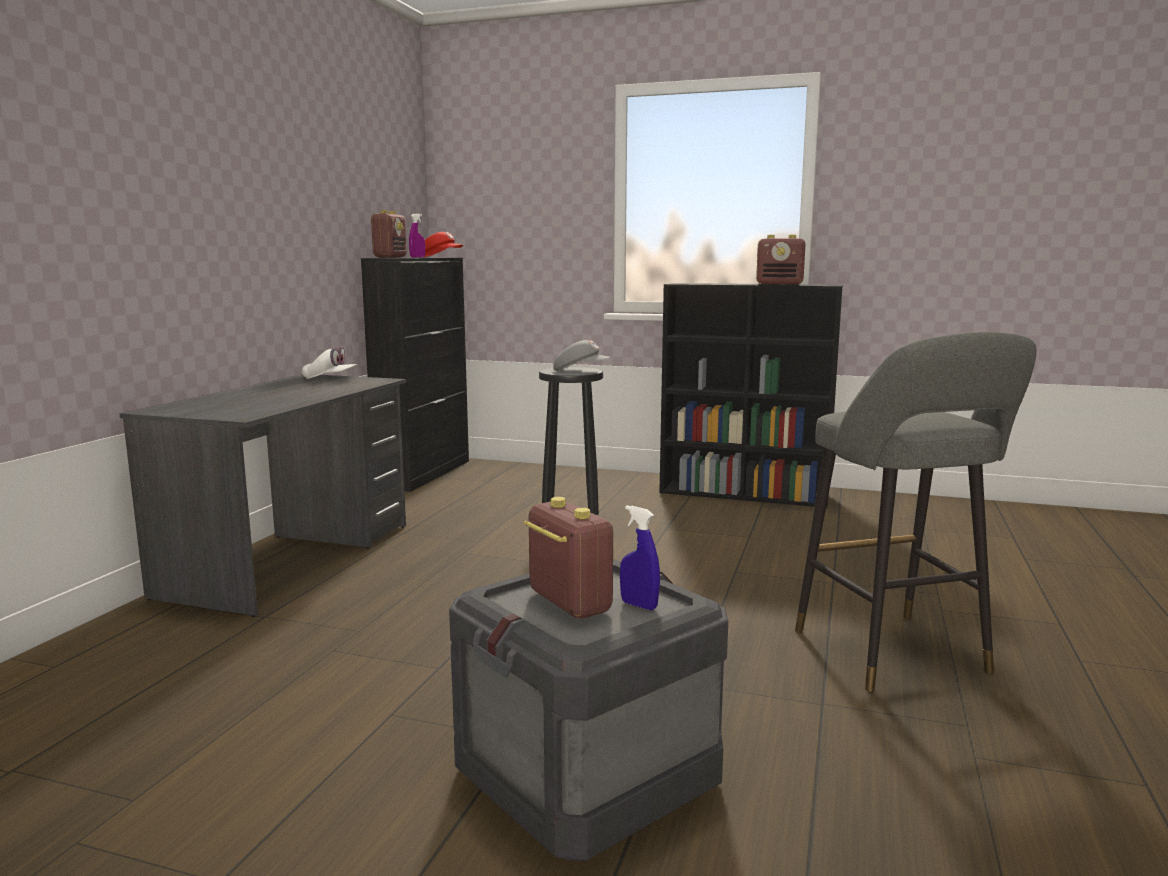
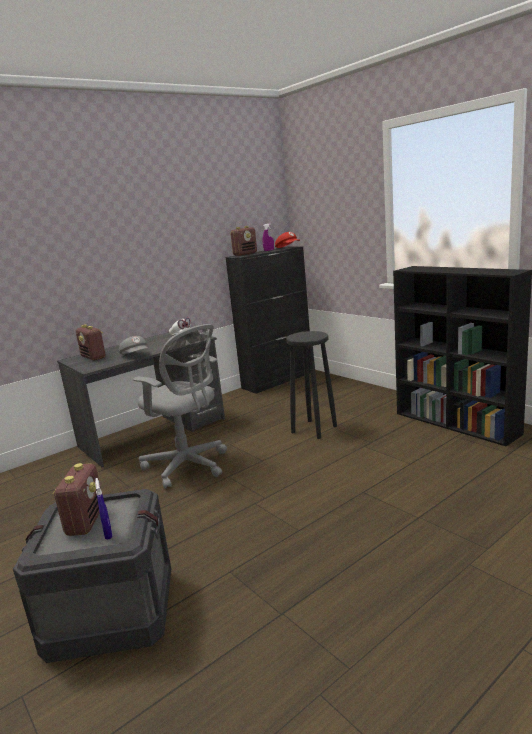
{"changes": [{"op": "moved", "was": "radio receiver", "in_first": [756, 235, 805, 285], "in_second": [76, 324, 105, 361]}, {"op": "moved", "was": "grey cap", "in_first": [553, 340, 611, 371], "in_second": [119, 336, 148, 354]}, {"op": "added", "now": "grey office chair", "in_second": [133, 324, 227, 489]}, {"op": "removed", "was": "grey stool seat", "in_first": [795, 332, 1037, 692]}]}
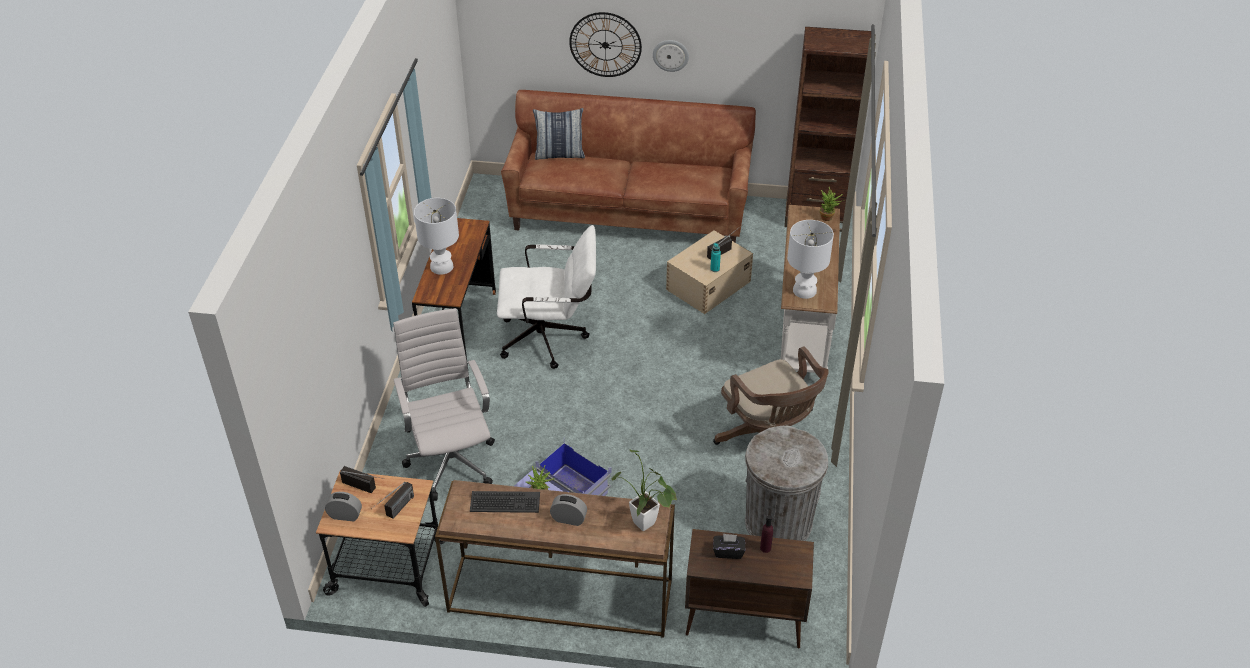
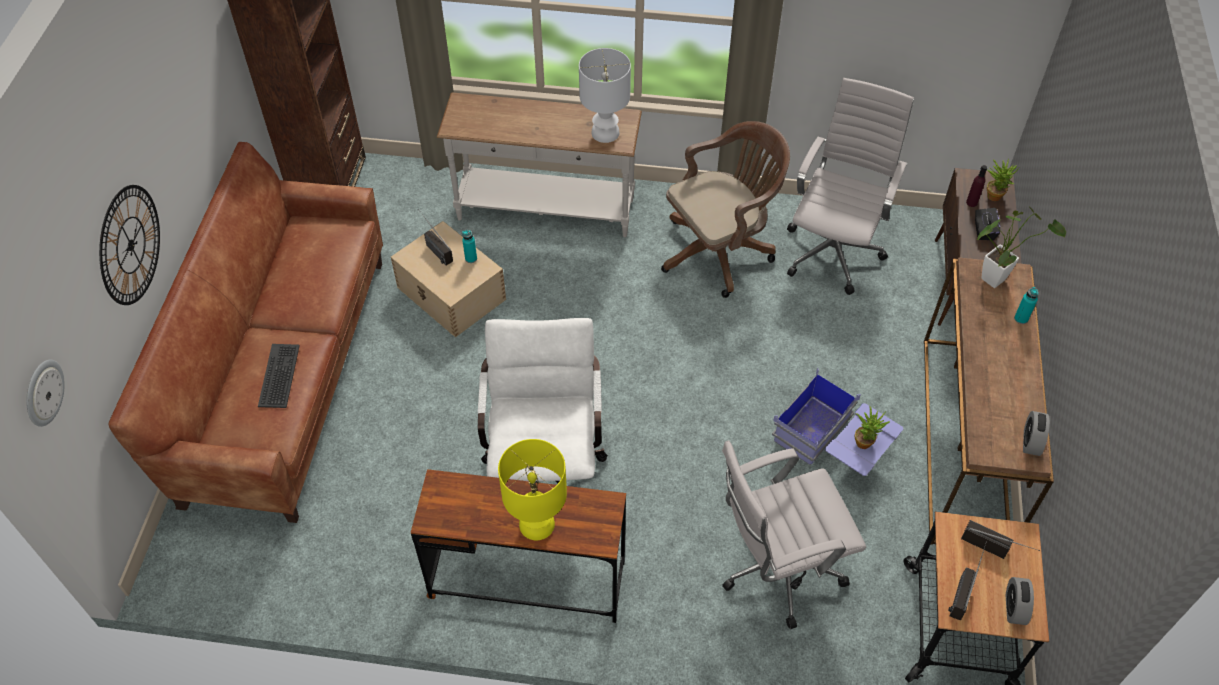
{"changes": [{"op": "moved", "was": "clock on the wall", "in_first": [653, 40, 689, 72], "in_second": [26, 360, 65, 427]}, {"op": "moved", "was": "computer keyboard", "in_first": [470, 491, 540, 513], "in_second": [258, 344, 300, 408]}, {"op": "recoloured", "was": "white lamp for a table", "now": "yellow lamp for a table", "in_first": [414, 198, 459, 275], "in_second": [498, 439, 567, 540]}, {"op": "replaced", "was": "grey waste bin", "now": "white office chair", "in_first": [745, 426, 828, 541], "in_second": [787, 78, 914, 295]}, {"op": "moved", "was": "potted plant", "in_first": [820, 187, 842, 221], "in_second": [987, 159, 1019, 201]}, {"op": "added", "now": "turquoise beverage bottle", "in_second": [1014, 287, 1039, 324]}, {"op": "moved", "was": "bedside clock", "in_first": [550, 494, 587, 526], "in_second": [1023, 411, 1050, 456]}, {"op": "removed", "was": "throw pillow", "in_first": [533, 108, 585, 160]}]}
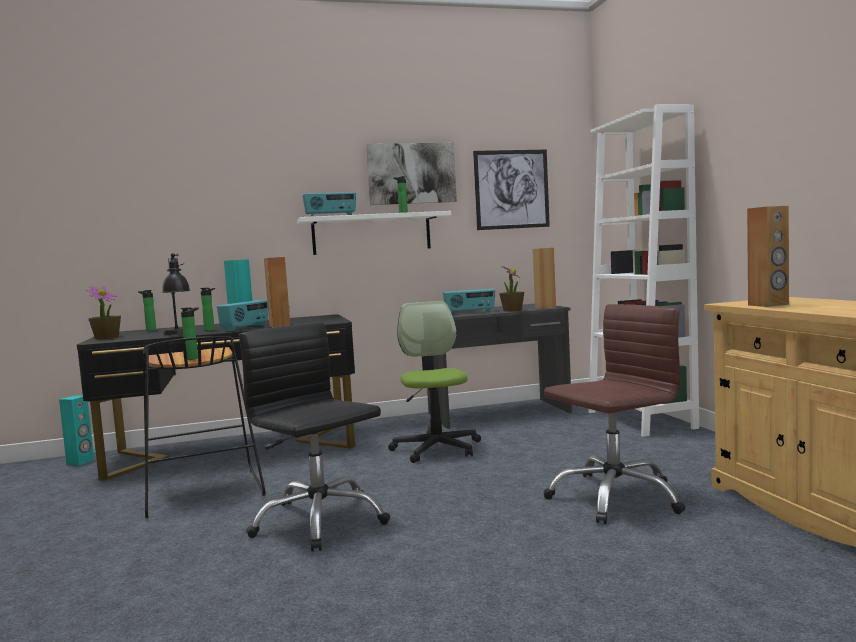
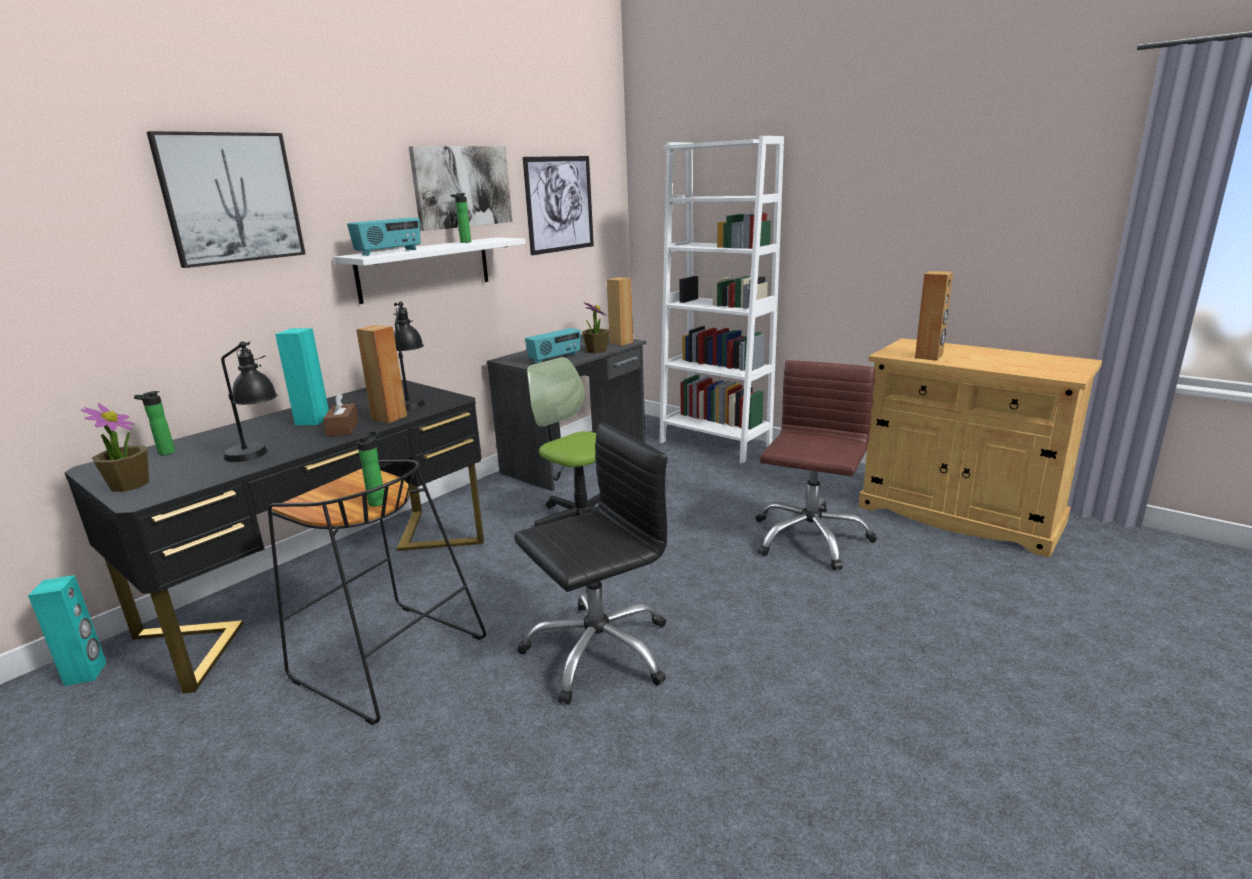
{"changes": [{"op": "added", "now": "picture", "in_second": [147, 131, 305, 268]}, {"op": "replaced", "was": "radio receiver", "now": "brownish tissue holder", "in_first": [217, 300, 268, 331], "in_second": [323, 393, 358, 437]}, {"op": "added", "now": "black-coloured lamp for a table", "in_second": [394, 302, 425, 410]}, {"op": "turned", "was": "black-coloured office chair", "in_first": [239, 322, 390, 552], "in_second": [514, 422, 667, 705], "clockwise": 135}, {"op": "removed", "was": "beverage bottle", "in_first": [200, 288, 215, 331]}]}
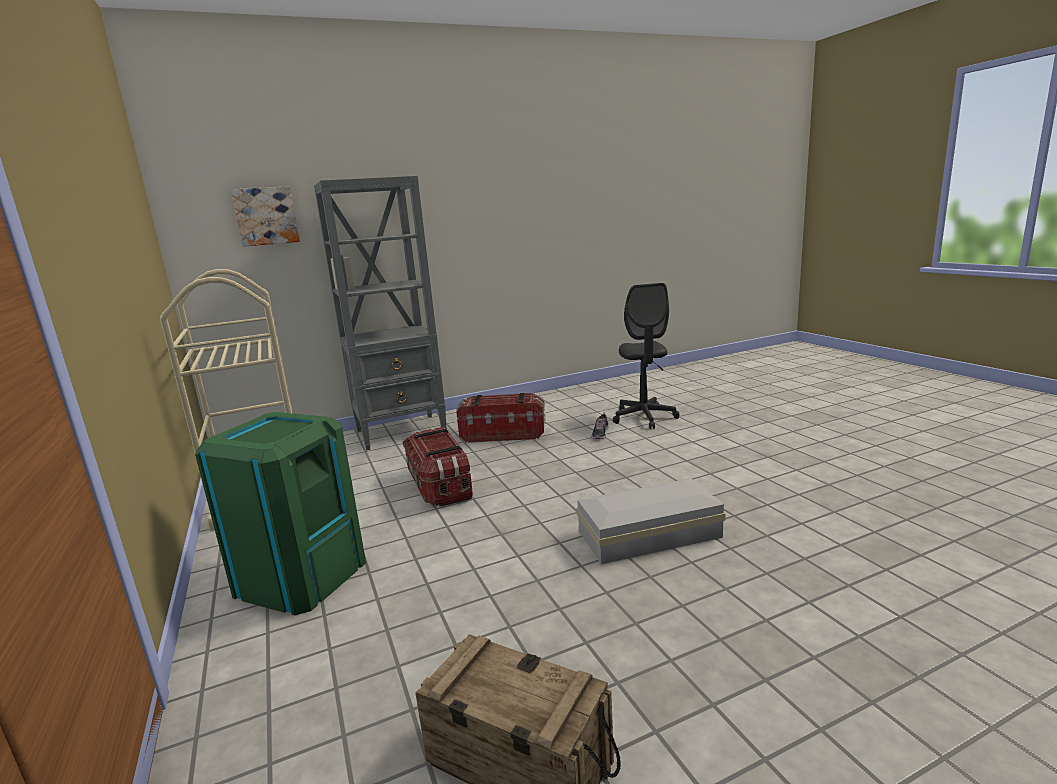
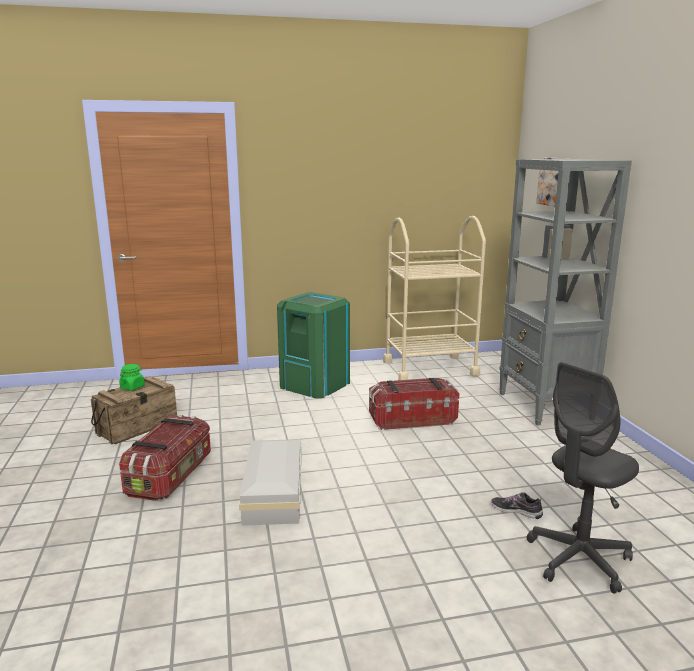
{"changes": [{"op": "added", "now": "greenish storage jar", "in_second": [119, 364, 145, 391]}, {"op": "moved", "was": "storage box", "in_first": [456, 393, 546, 443], "in_second": [119, 415, 211, 501]}, {"op": "turned", "was": "grey office chair", "in_first": [613, 283, 680, 429], "in_second": [527, 362, 639, 594], "clockwise": -45}]}
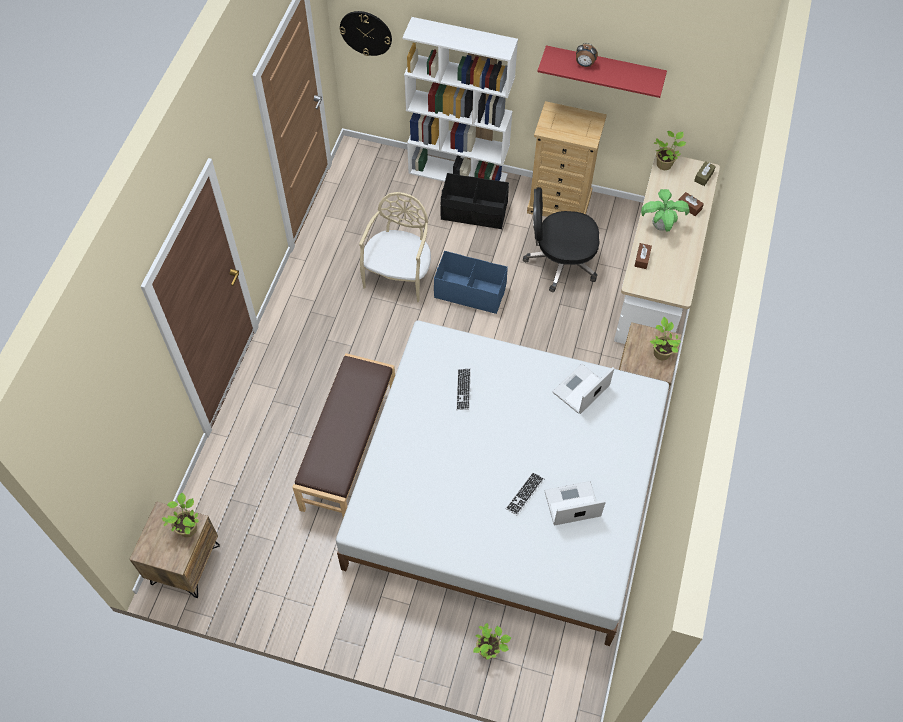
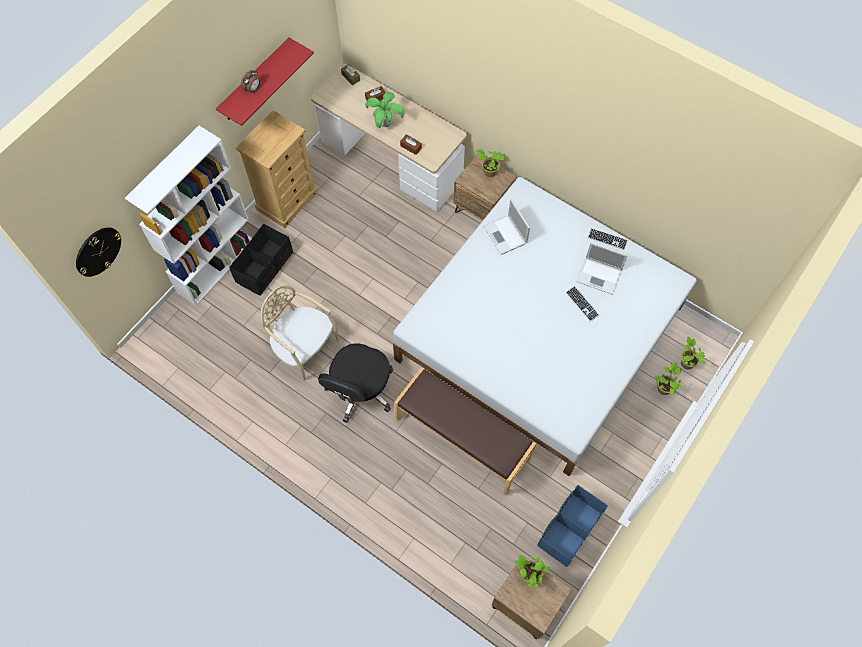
{"changes": [{"op": "moved", "was": "black-coloured office chair", "in_first": [523, 187, 599, 292], "in_second": [318, 344, 393, 423]}, {"op": "moved", "was": "blue storage box", "in_first": [434, 251, 508, 314], "in_second": [537, 485, 608, 567]}, {"op": "turned", "was": "laptop", "in_first": [544, 481, 606, 526], "in_second": [576, 242, 628, 295], "clockwise": -75}, {"op": "moved", "was": "computer keyboard", "in_first": [456, 369, 471, 410], "in_second": [588, 228, 628, 250]}, {"op": "moved", "was": "potted plant", "in_first": [654, 131, 686, 170], "in_second": [681, 336, 705, 370]}]}
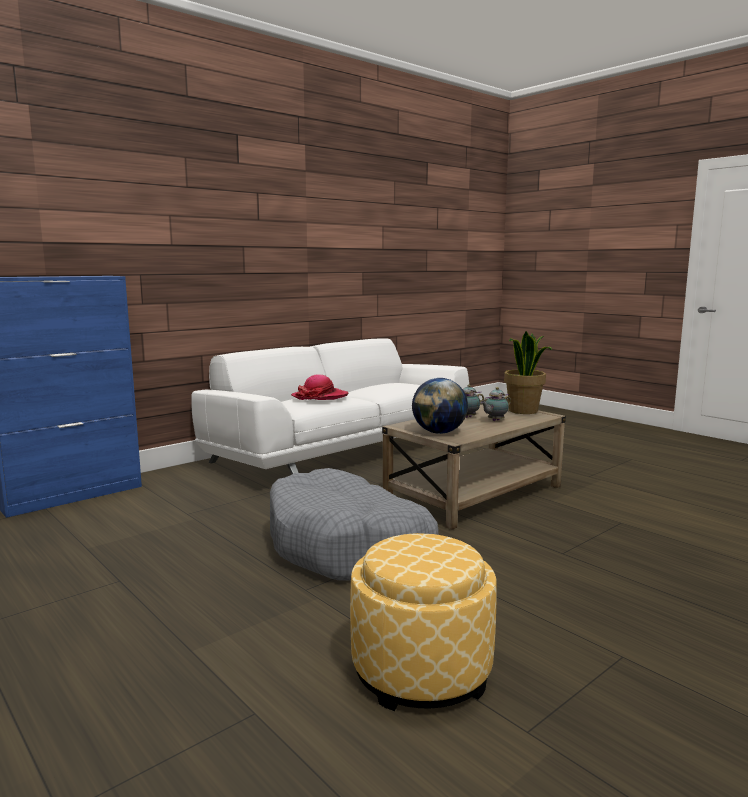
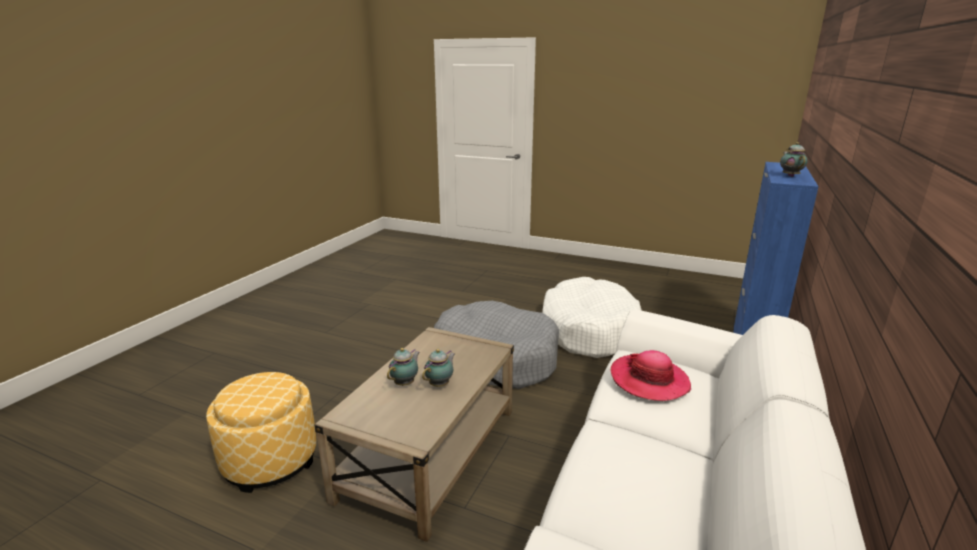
{"changes": [{"op": "moved", "was": "pouffe", "in_first": [350, 533, 497, 711], "in_second": [206, 372, 316, 493]}, {"op": "added", "now": "white dog bed", "in_second": [542, 277, 641, 358]}, {"op": "added", "now": "tea pot", "in_second": [780, 142, 808, 177]}, {"op": "removed", "was": "globe", "in_first": [412, 378, 468, 434]}, {"op": "removed", "was": "potted plant", "in_first": [504, 331, 552, 414]}]}
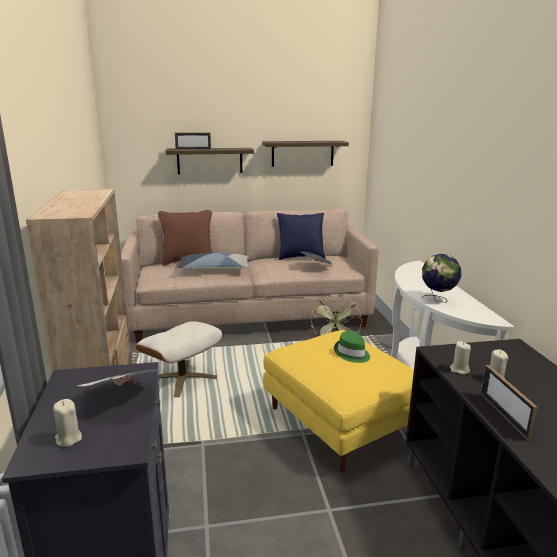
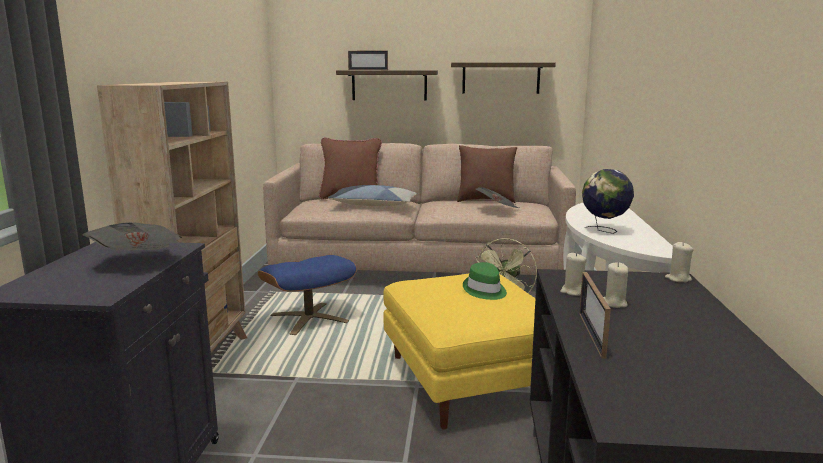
{"changes": [{"op": "recoloured", "was": "beige pouffe", "now": "blue pouffe", "in_first": [135, 321, 222, 397], "in_second": [258, 255, 357, 335]}, {"op": "recoloured", "was": "blue throw pillow", "now": "brownish throw pillow", "in_first": [277, 213, 326, 260], "in_second": [457, 145, 517, 203]}, {"op": "moved", "was": "beige wax light", "in_first": [53, 399, 82, 447], "in_second": [665, 242, 693, 282]}]}
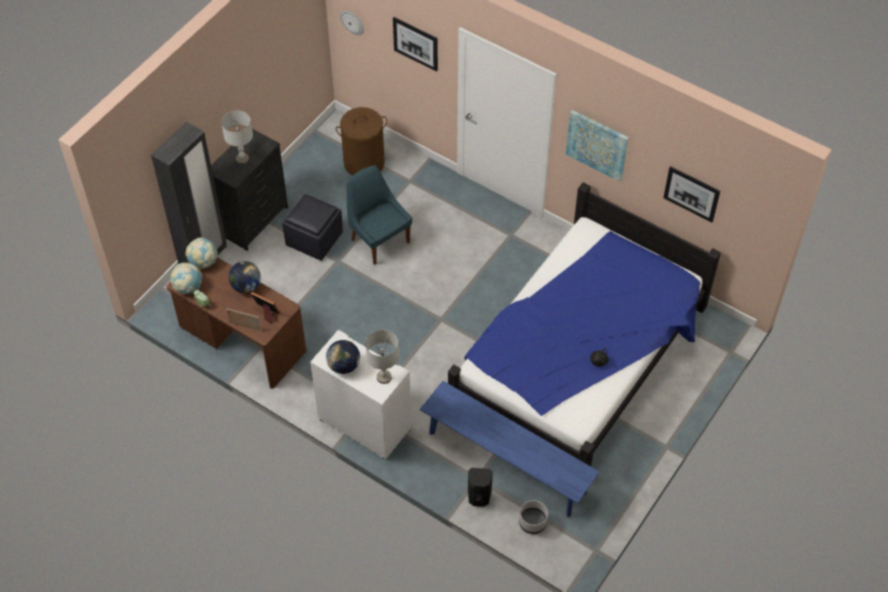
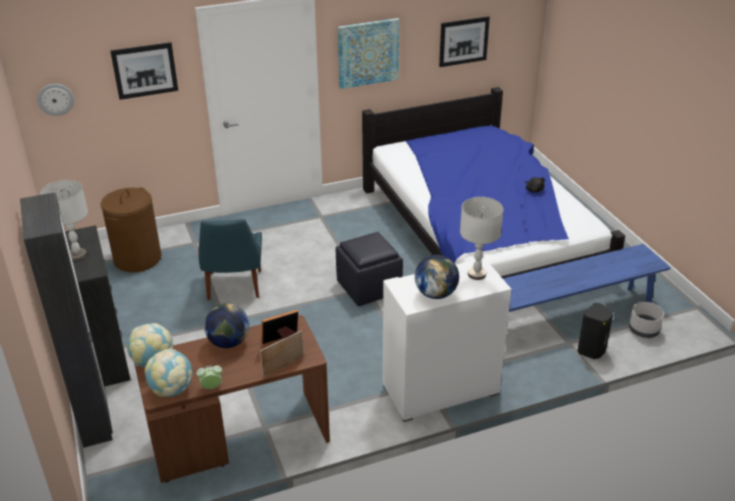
{"changes": [{"op": "turned", "was": "blue upright chair", "in_first": [347, 165, 412, 265], "in_second": [198, 219, 262, 300], "clockwise": -90}, {"op": "moved", "was": "black-coloured pouffe", "in_first": [282, 194, 343, 261], "in_second": [336, 232, 403, 306]}]}
